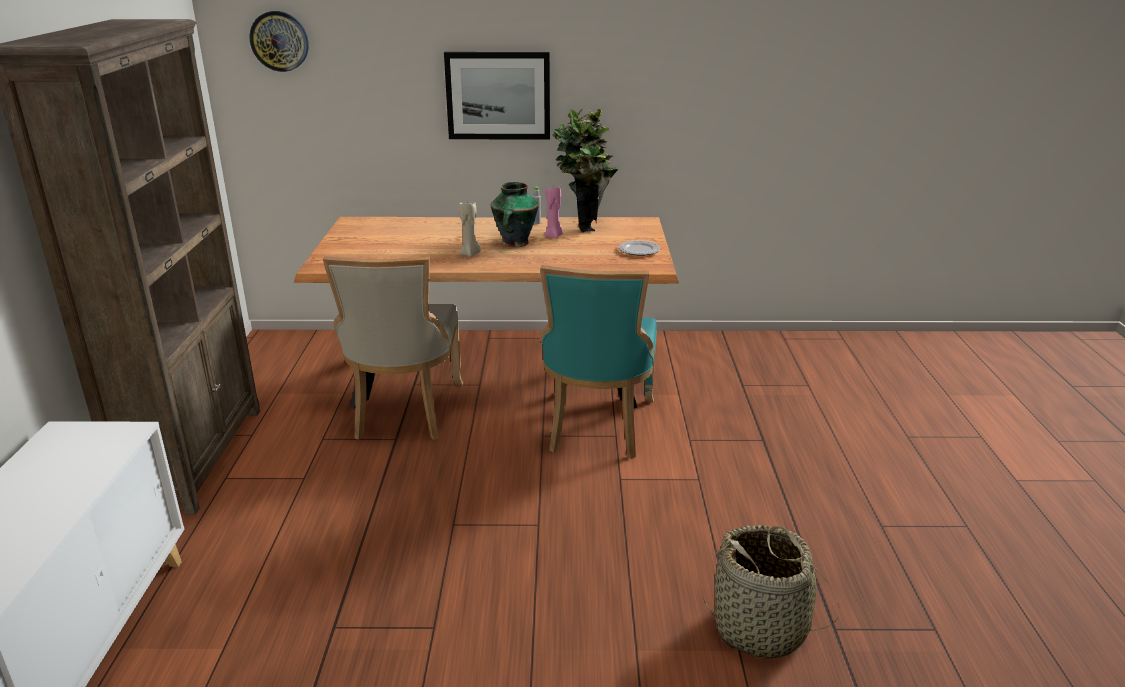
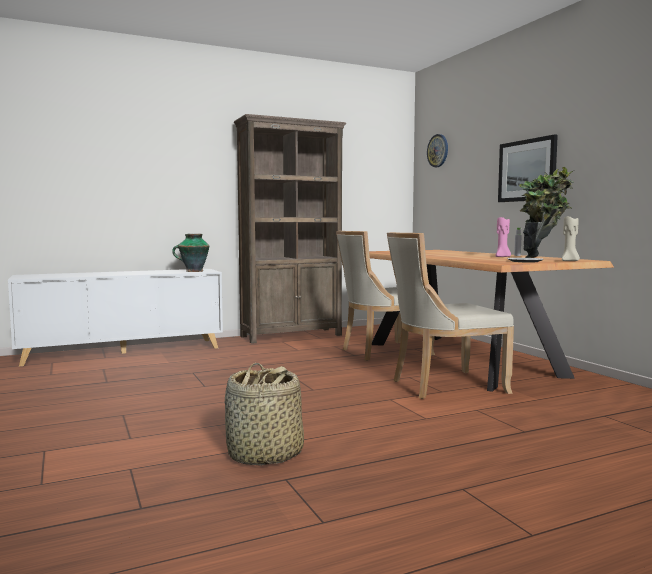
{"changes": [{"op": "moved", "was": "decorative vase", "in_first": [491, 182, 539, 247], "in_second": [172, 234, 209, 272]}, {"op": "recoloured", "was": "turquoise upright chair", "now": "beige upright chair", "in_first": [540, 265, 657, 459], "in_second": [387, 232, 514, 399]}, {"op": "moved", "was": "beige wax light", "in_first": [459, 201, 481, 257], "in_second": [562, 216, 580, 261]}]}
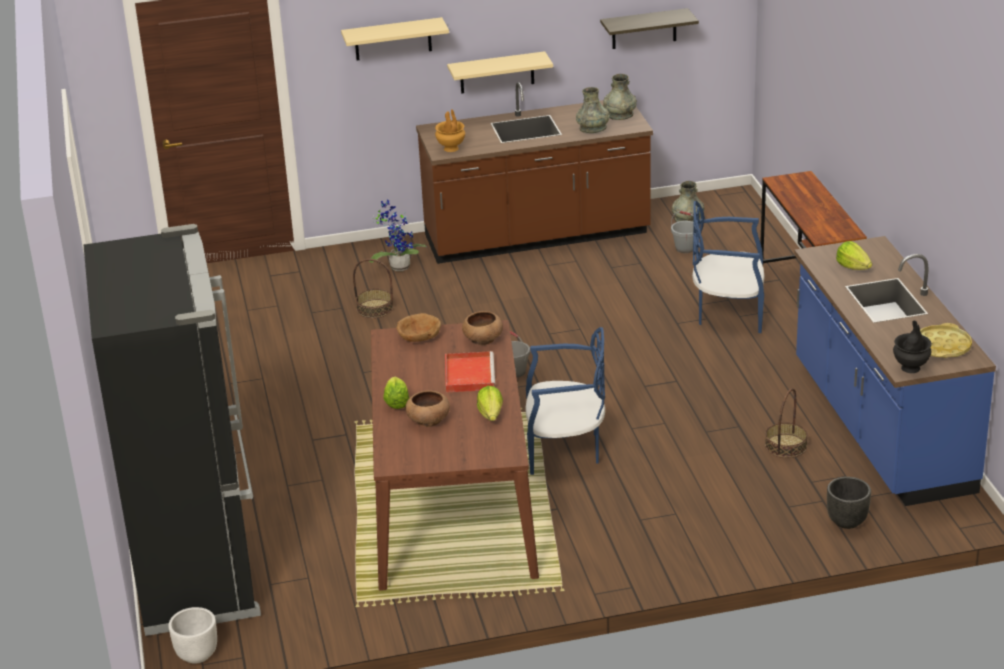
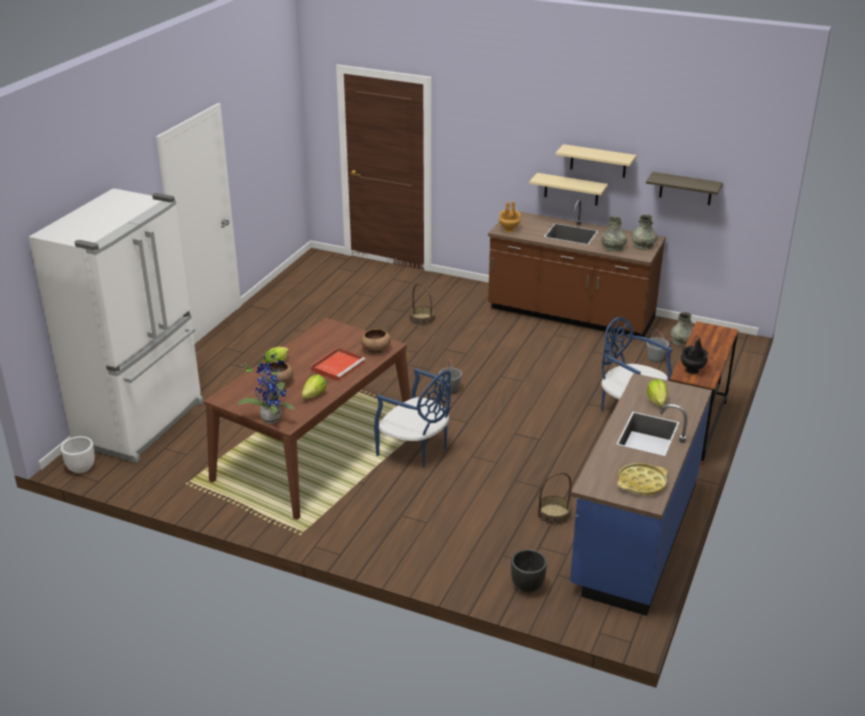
{"changes": [{"op": "recoloured", "was": "black-coloured fridge", "now": "white fridge", "in_first": [84, 224, 261, 636], "in_second": [29, 188, 204, 463]}, {"op": "moved", "was": "potted plant", "in_first": [369, 200, 427, 271], "in_second": [237, 352, 295, 423]}, {"op": "moved", "was": "beige shelf", "in_first": [341, 17, 449, 61], "in_second": [555, 144, 636, 178]}, {"op": "moved", "was": "black-coloured decorative vase", "in_first": [893, 321, 932, 373], "in_second": [681, 337, 708, 374]}, {"op": "removed", "was": "brownish deep dish", "in_first": [397, 313, 441, 342]}]}
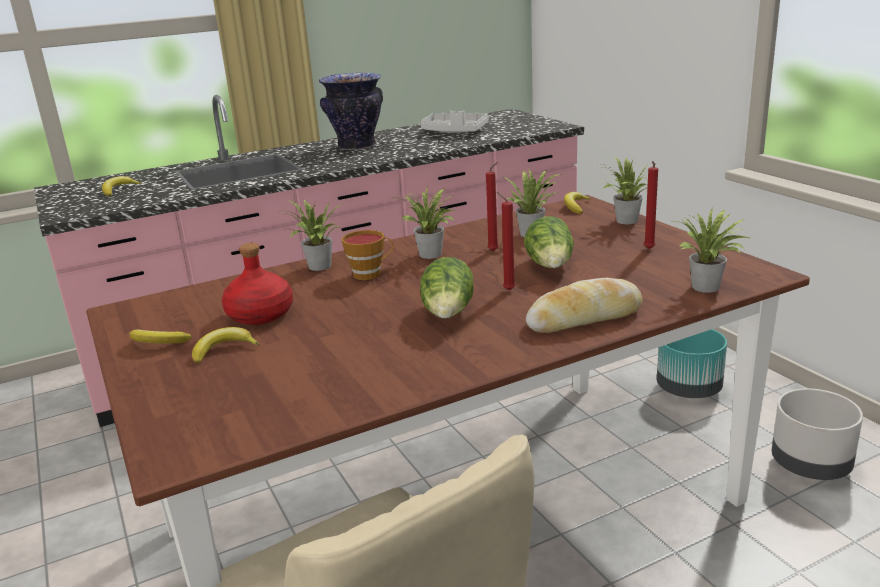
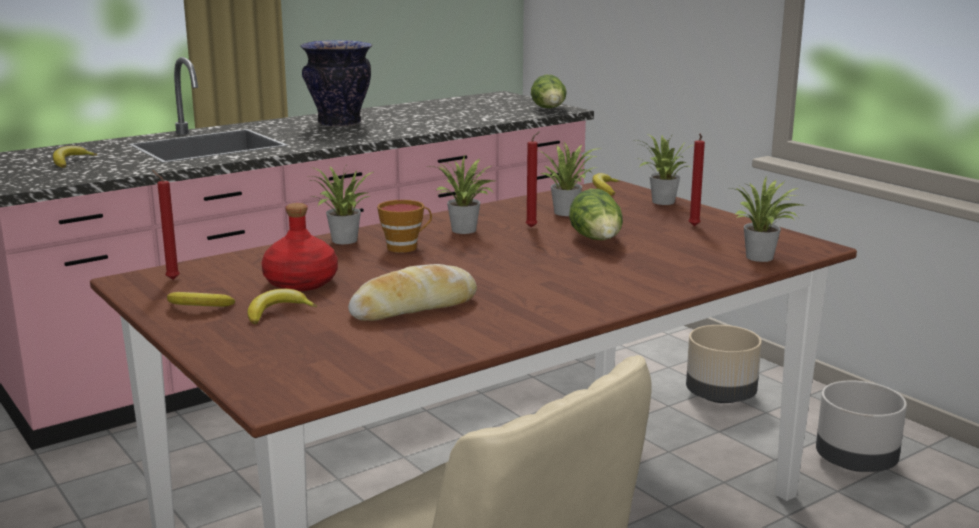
{"changes": [{"op": "moved", "was": "red-coloured wax light", "in_first": [496, 192, 516, 291], "in_second": [152, 170, 180, 280]}, {"op": "moved", "was": "bread", "in_first": [526, 278, 642, 333], "in_second": [348, 264, 477, 321]}, {"op": "moved", "was": "lettuce head", "in_first": [420, 257, 474, 319], "in_second": [531, 75, 567, 108]}, {"op": "recoloured", "was": "turquoise plant pot", "now": "beige plant pot", "in_first": [657, 329, 727, 398], "in_second": [686, 325, 762, 403]}, {"op": "removed", "was": "grey carrying tray", "in_first": [421, 111, 489, 133]}]}
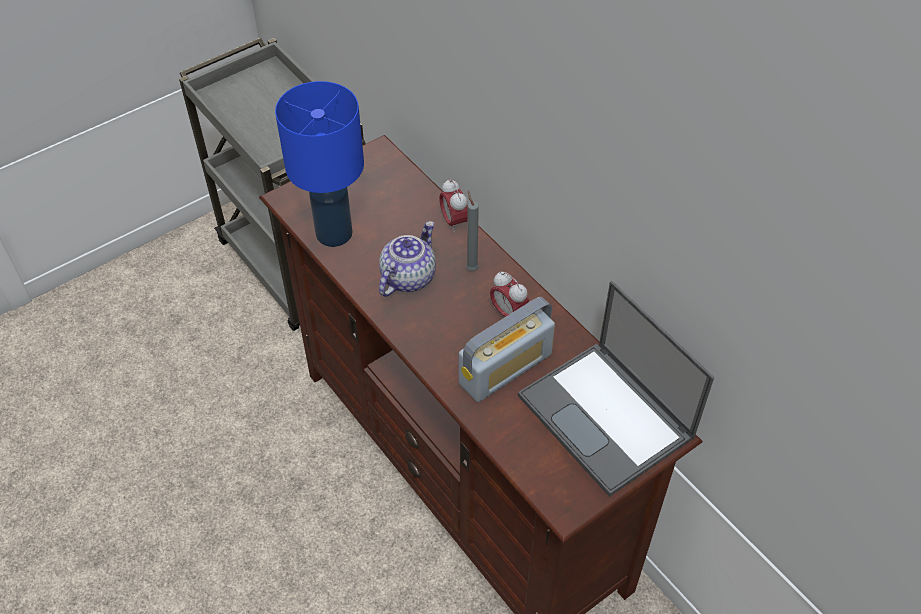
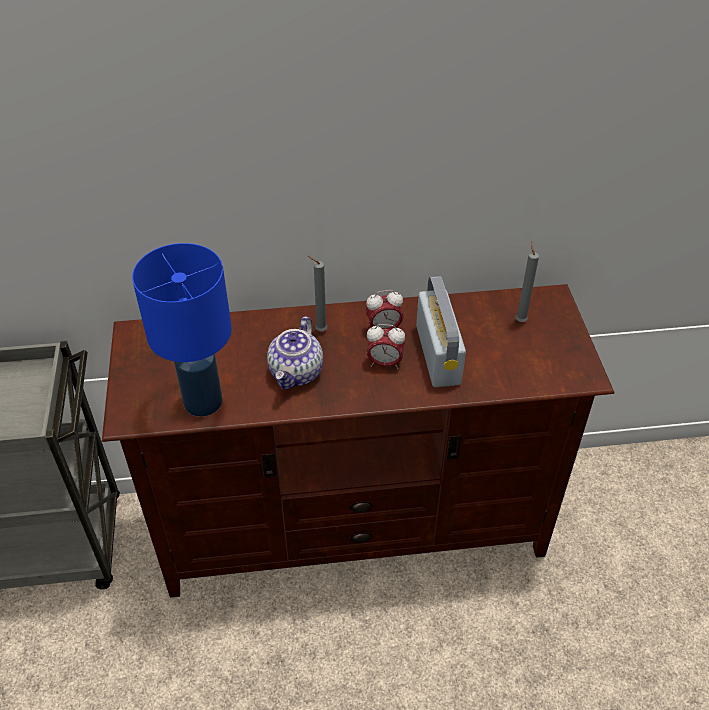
{"changes": [{"op": "turned", "was": "tea pot", "in_first": [379, 221, 436, 297], "in_second": [267, 316, 323, 389], "clockwise": -135}, {"op": "moved", "was": "bedside clock", "in_first": [439, 179, 468, 233], "in_second": [367, 324, 405, 369]}, {"op": "replaced", "was": "laptop", "now": "grey wax light", "in_first": [518, 281, 714, 497], "in_second": [516, 241, 539, 322]}]}
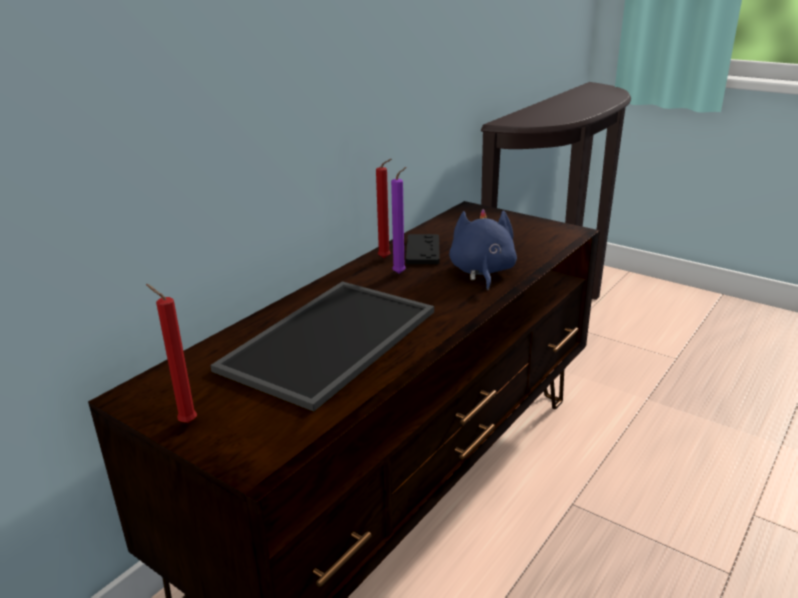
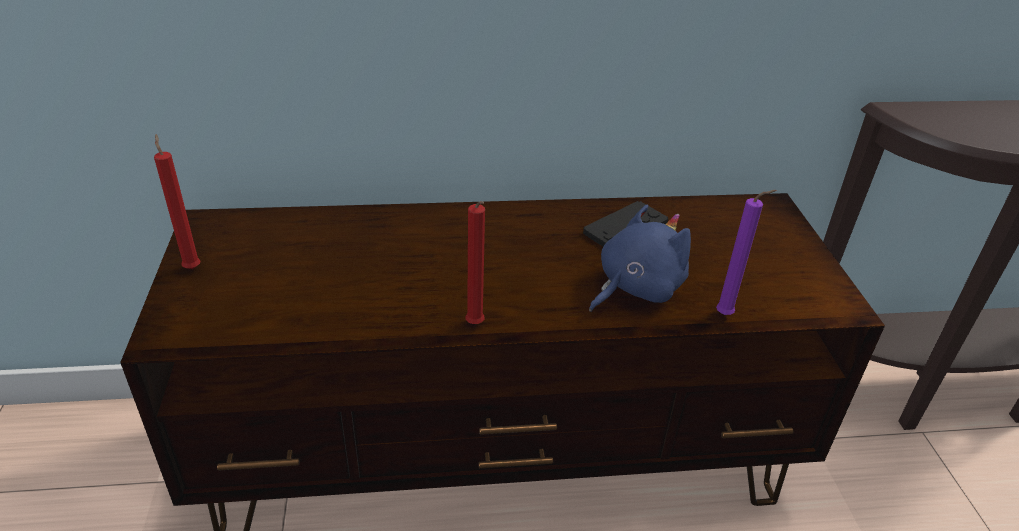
{"changes": [{"op": "moved", "was": "red-coloured wax light", "in_first": [376, 159, 392, 258], "in_second": [466, 201, 485, 324]}, {"op": "moved", "was": "purple wax light", "in_first": [391, 167, 406, 274], "in_second": [716, 190, 777, 315]}, {"op": "removed", "was": "carrying tray", "in_first": [210, 281, 434, 412]}]}
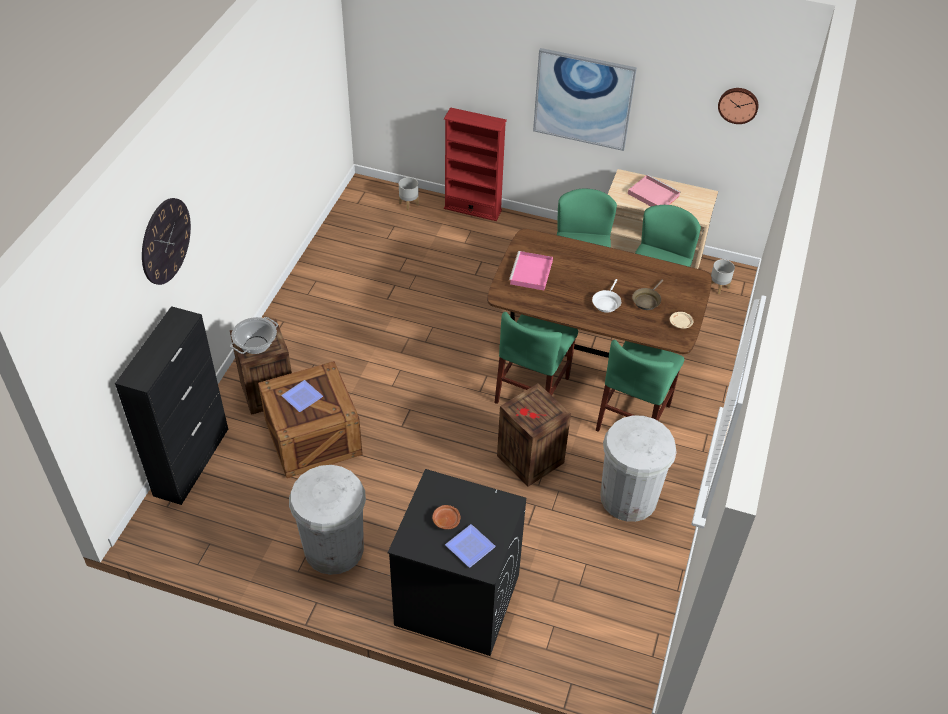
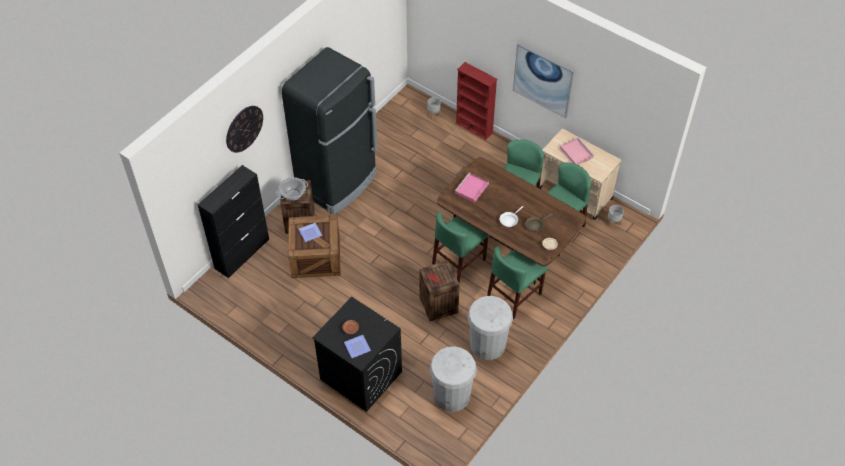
{"changes": [{"op": "added", "now": "black-coloured fridge", "in_second": [282, 47, 378, 214]}, {"op": "moved", "was": "white waste bin", "in_first": [289, 465, 366, 575], "in_second": [430, 346, 477, 412]}, {"op": "removed", "was": "clock on the wall", "in_first": [718, 88, 759, 124]}]}
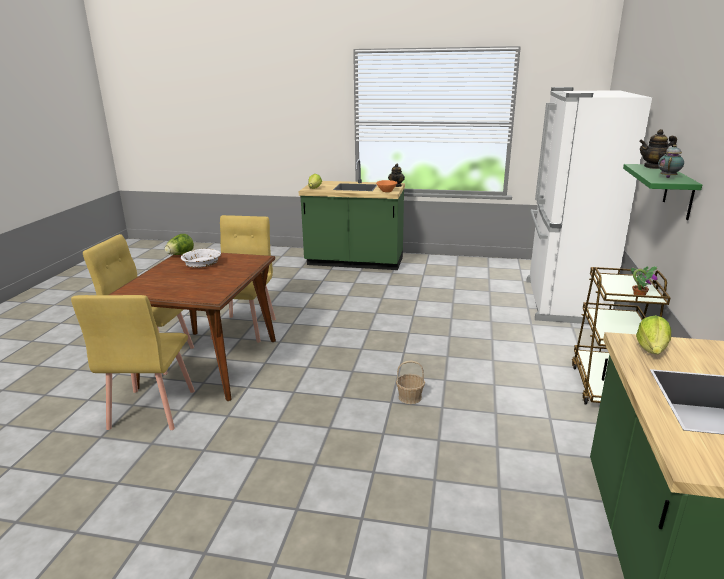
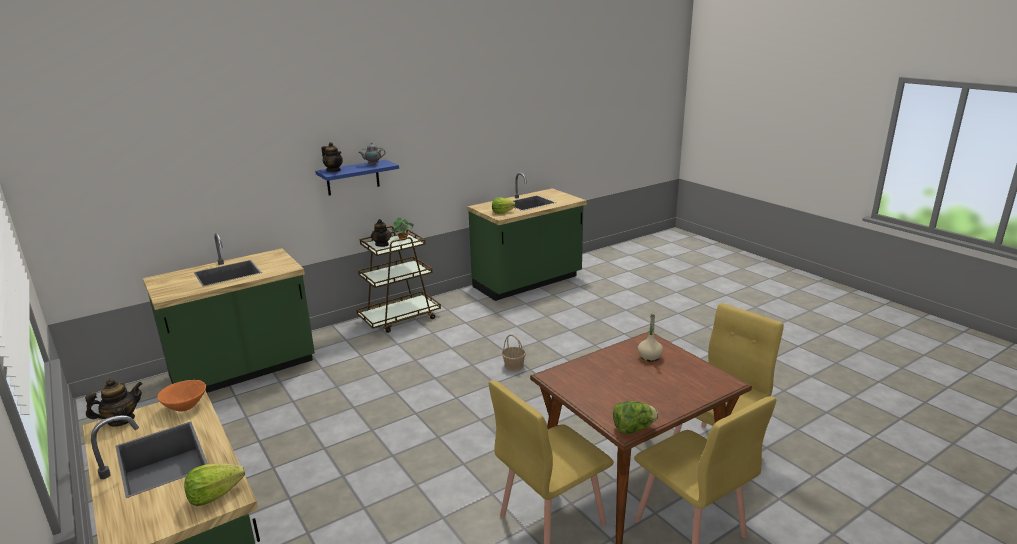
{"changes": [{"op": "replaced", "was": "white fridge", "now": "greenish kitchen counter", "in_first": [527, 87, 652, 324], "in_second": [143, 233, 315, 393]}, {"op": "recoloured", "was": "greenish shelf", "now": "blue shelf", "in_first": [623, 164, 702, 220], "in_second": [315, 160, 399, 195]}, {"op": "added", "now": "tea pot", "in_second": [371, 219, 391, 247]}, {"op": "added", "now": "beige beverage bottle", "in_second": [638, 314, 663, 361]}, {"op": "removed", "was": "white deep dish", "in_first": [181, 249, 221, 268]}]}
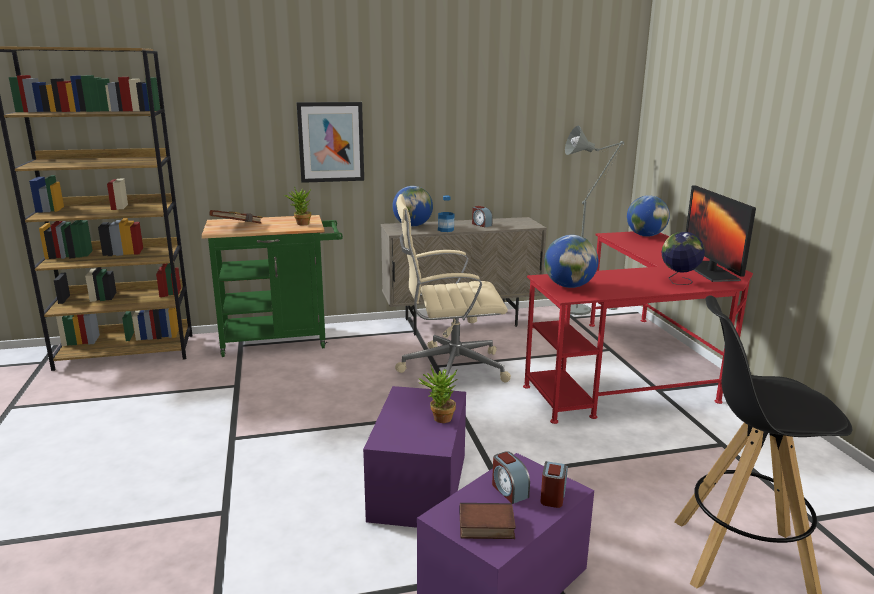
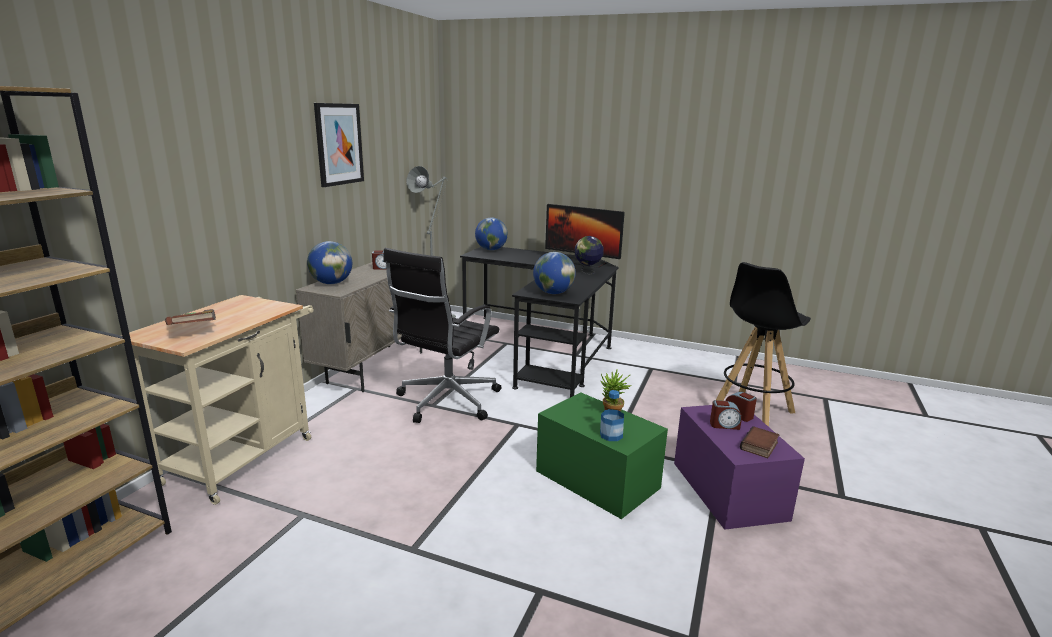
{"changes": [{"op": "recoloured", "was": "greenish cart", "now": "beige cart", "in_first": [201, 215, 343, 357], "in_second": [121, 295, 314, 505]}, {"op": "moved", "was": "picture", "in_first": [297, 102, 364, 183], "in_second": [314, 103, 364, 187]}, {"op": "recoloured", "was": "beige office chair", "now": "black-coloured office chair", "in_first": [395, 194, 511, 388], "in_second": [383, 248, 502, 423]}, {"op": "recoloured", "was": "red-coloured desk", "now": "black-coloured desk", "in_first": [523, 231, 753, 424], "in_second": [460, 247, 619, 397]}, {"op": "recoloured", "was": "purple storage box", "now": "greenish storage box", "in_first": [363, 386, 466, 528], "in_second": [536, 393, 668, 519]}, {"op": "moved", "was": "beverage bottle", "in_first": [438, 196, 455, 232], "in_second": [600, 390, 624, 441]}, {"op": "removed", "was": "potted plant", "in_first": [284, 187, 311, 226]}]}
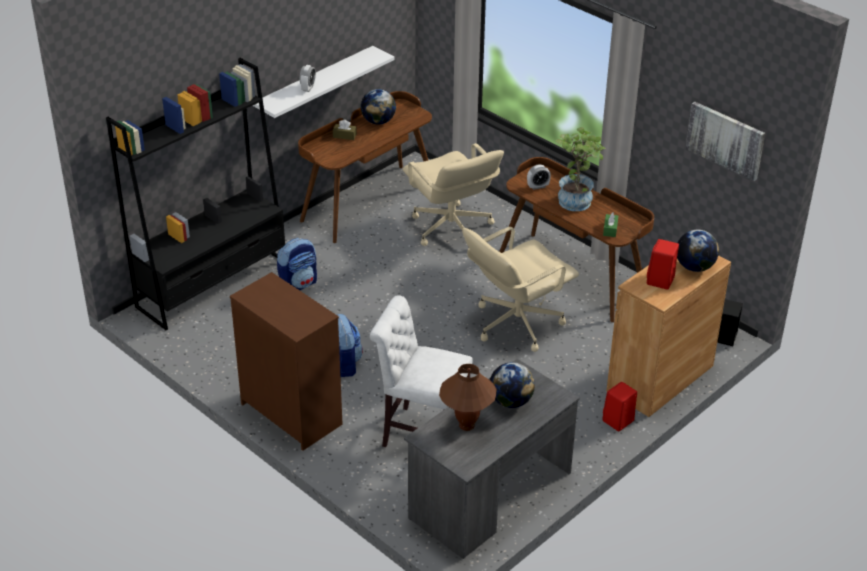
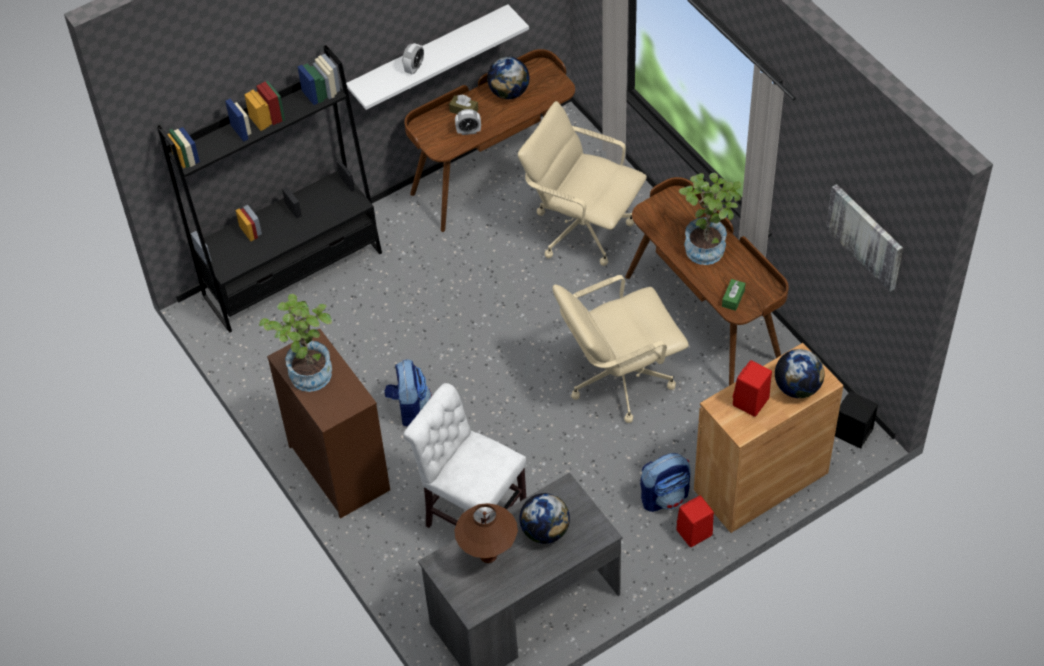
{"changes": [{"op": "added", "now": "potted plant", "in_second": [259, 294, 332, 392]}, {"op": "moved", "was": "bedside clock", "in_first": [527, 164, 551, 190], "in_second": [455, 109, 481, 135]}, {"op": "turned", "was": "beige office chair", "in_first": [403, 143, 504, 246], "in_second": [518, 101, 647, 266], "clockwise": 135}, {"op": "moved", "was": "rucksack", "in_first": [277, 238, 317, 290], "in_second": [640, 453, 691, 512]}]}
